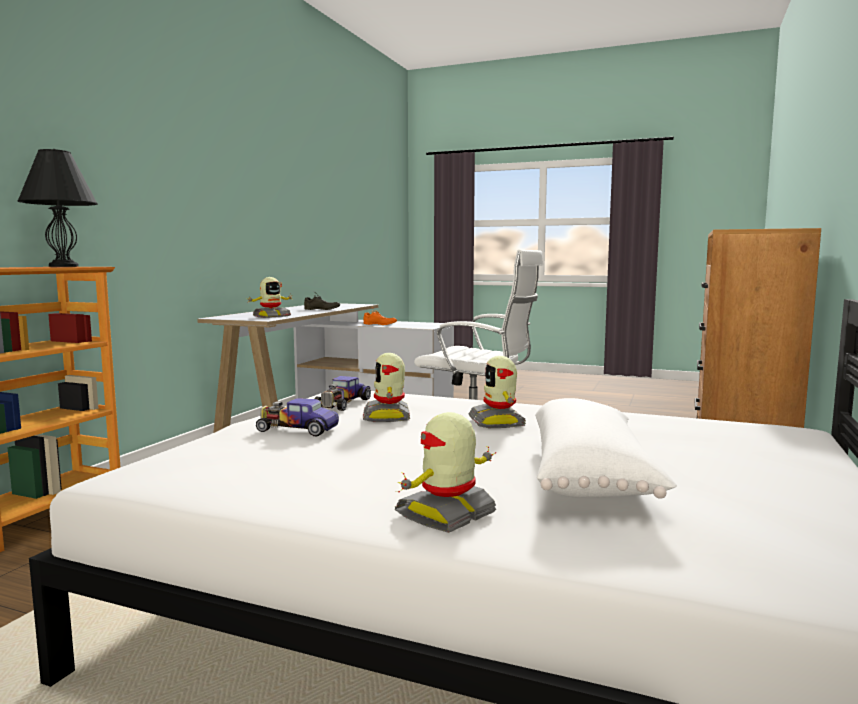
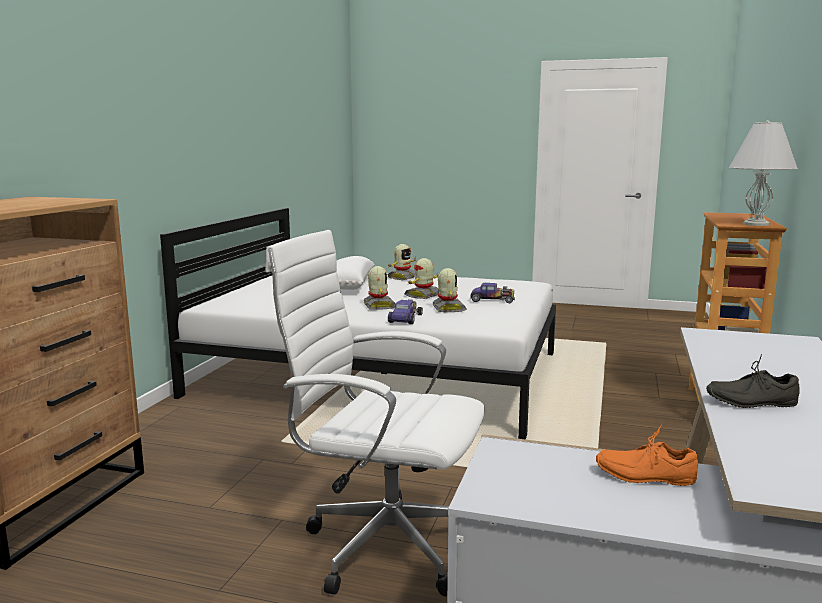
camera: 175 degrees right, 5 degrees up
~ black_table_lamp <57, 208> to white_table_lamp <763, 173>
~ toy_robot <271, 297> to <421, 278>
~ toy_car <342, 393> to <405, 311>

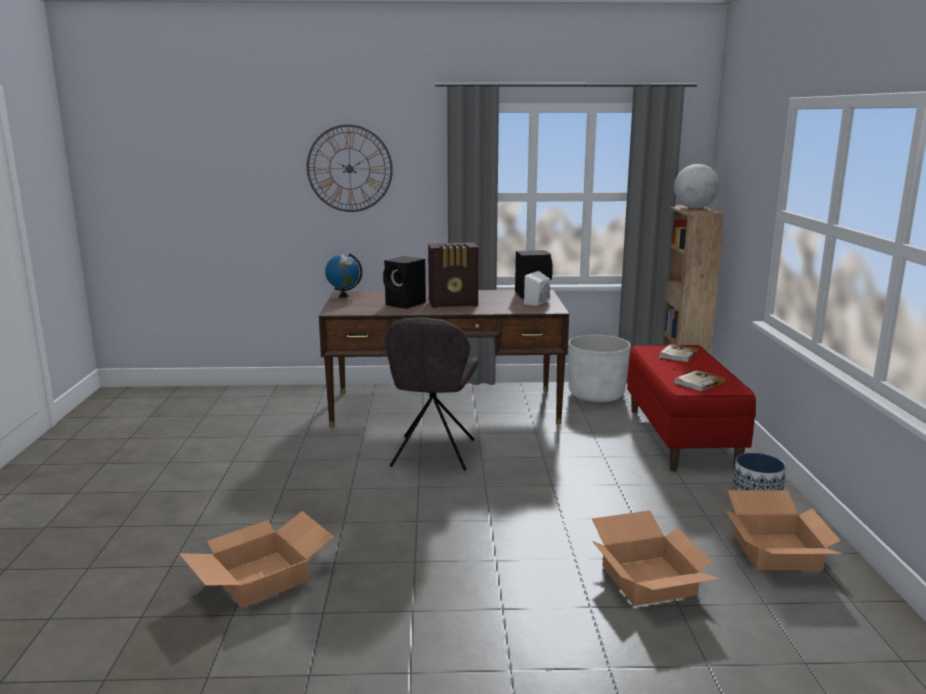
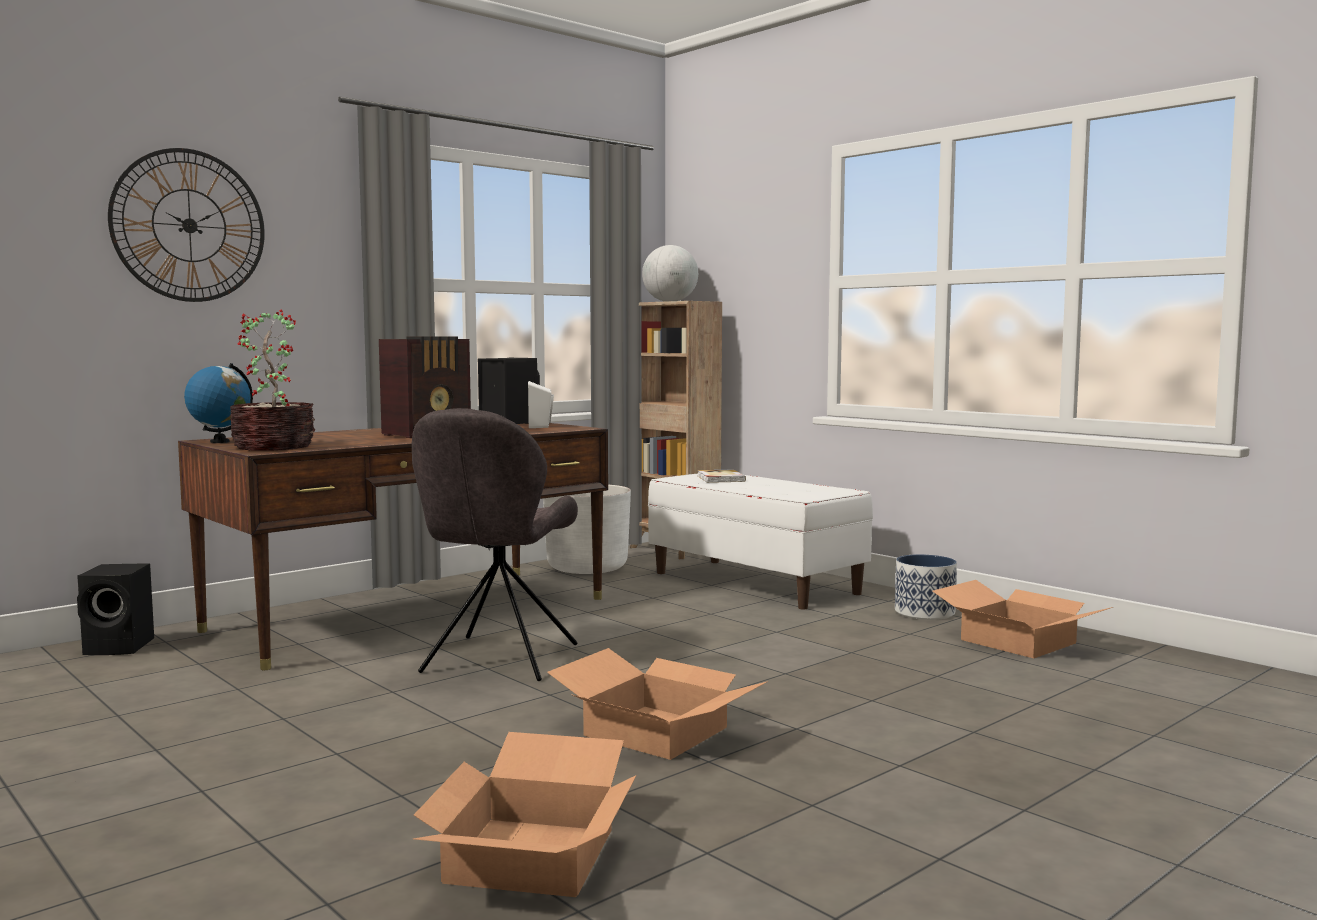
camera: 40 degrees left, 10 degrees down
~ black_speaker <404, 282> to <115, 609>
~ grey_chair <432, 394> = <495, 544> 45 degrees clockwise
~ cardboard_box <656, 558> to <657, 704>
~ red_bench <691, 408> to white_bench <760, 541>
- book <700, 380>
+ potted_plant <272, 380>

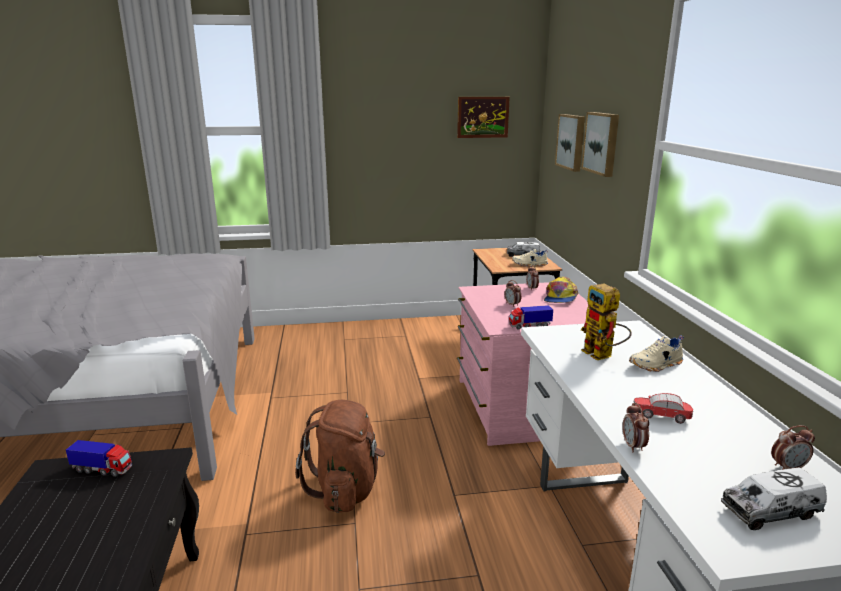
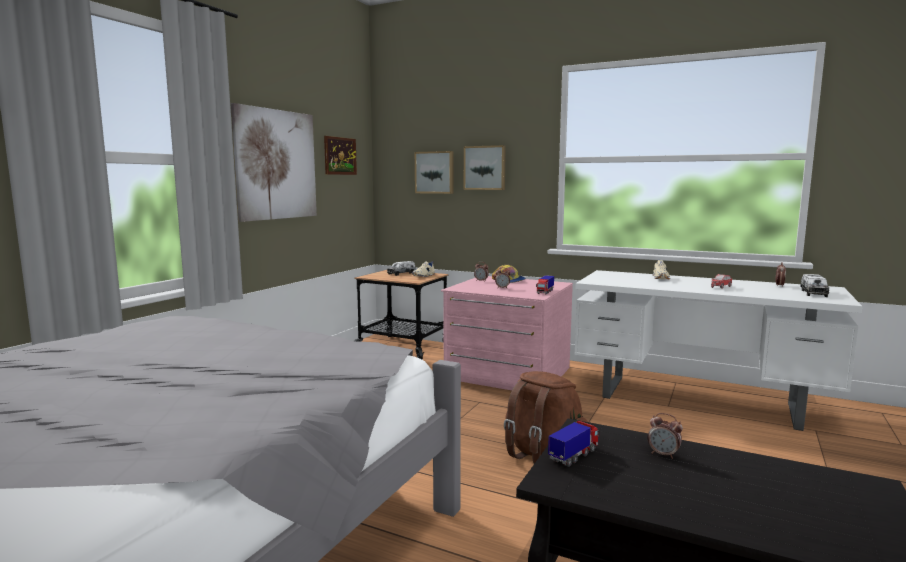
camera: 55 degrees left, 10 degrees down
- toy_robot <606, 321>
~ alarm_clock <635, 428> to <665, 436>
+ picture <274, 162>

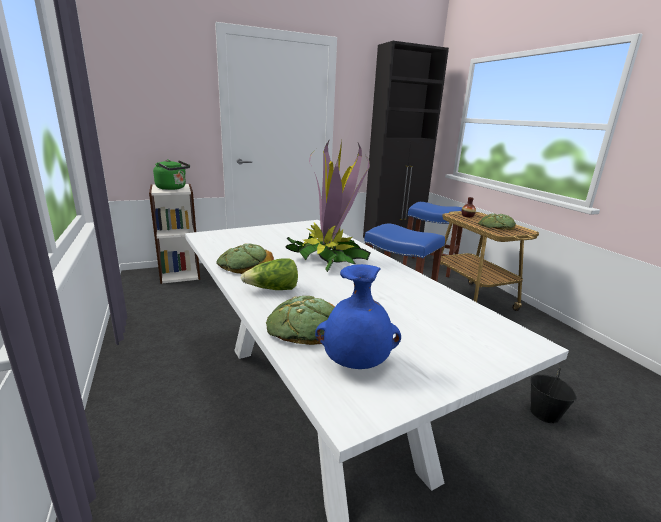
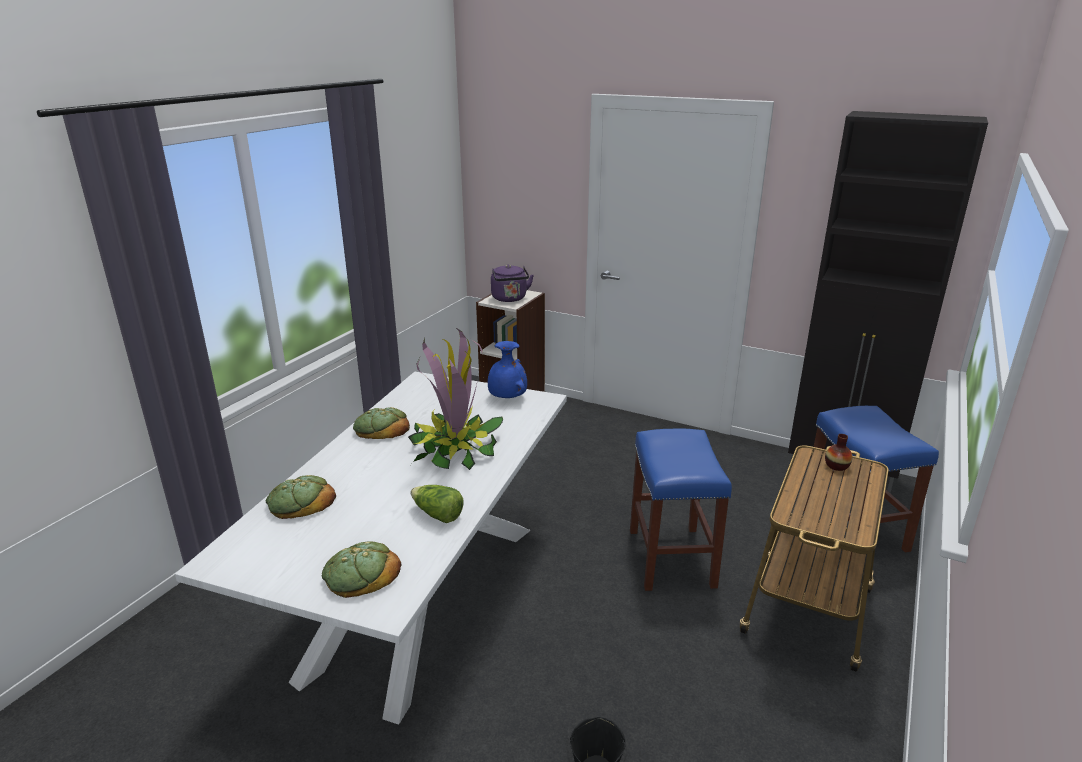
camera: 50 degrees right, 5 degrees up
~ green_kettle <171, 174> to purple_kettle <512, 283>
~ lettuce <269, 274> to <437, 504>
~ blue_vase <358, 316> to <507, 369>
~ bread <497, 221> to <361, 569>

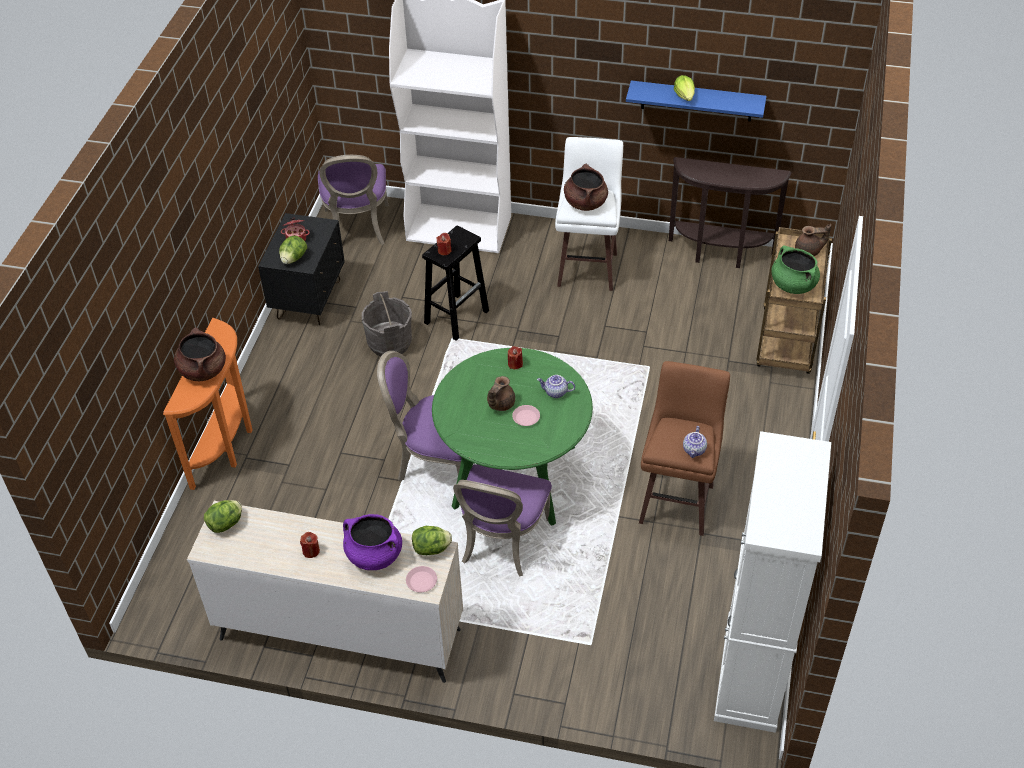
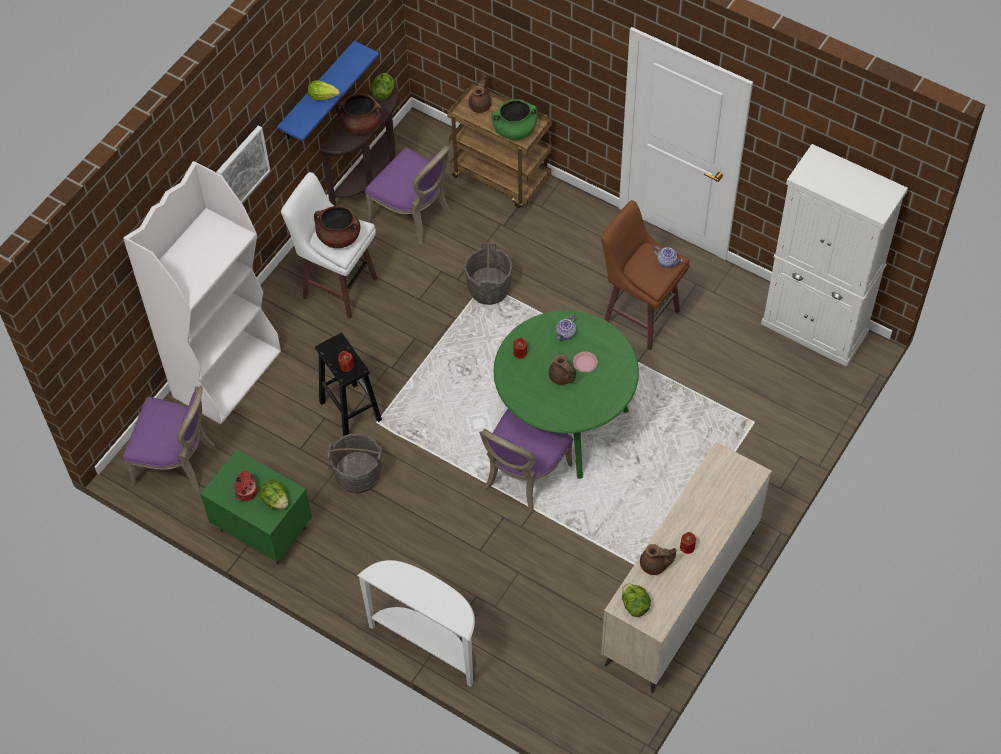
camera: 70 degrees left, 10 degrees up
~ orange_console_table <207, 404> to white_console_table <416, 623>
~ brown_cooking_pot <200, 354> to <359, 114>
~ black_nightstand <301, 269> to green_nightstand <256, 507>
- purple_cooking_pot <372, 542>
- pink_plate <421, 579>
~ lettuce <432, 540> to <383, 86>
~ purple_chair <502, 520> to <408, 195>
+ picture <243, 164>
+ grey_bucket <488, 273>
+ brown_teapot <658, 559>

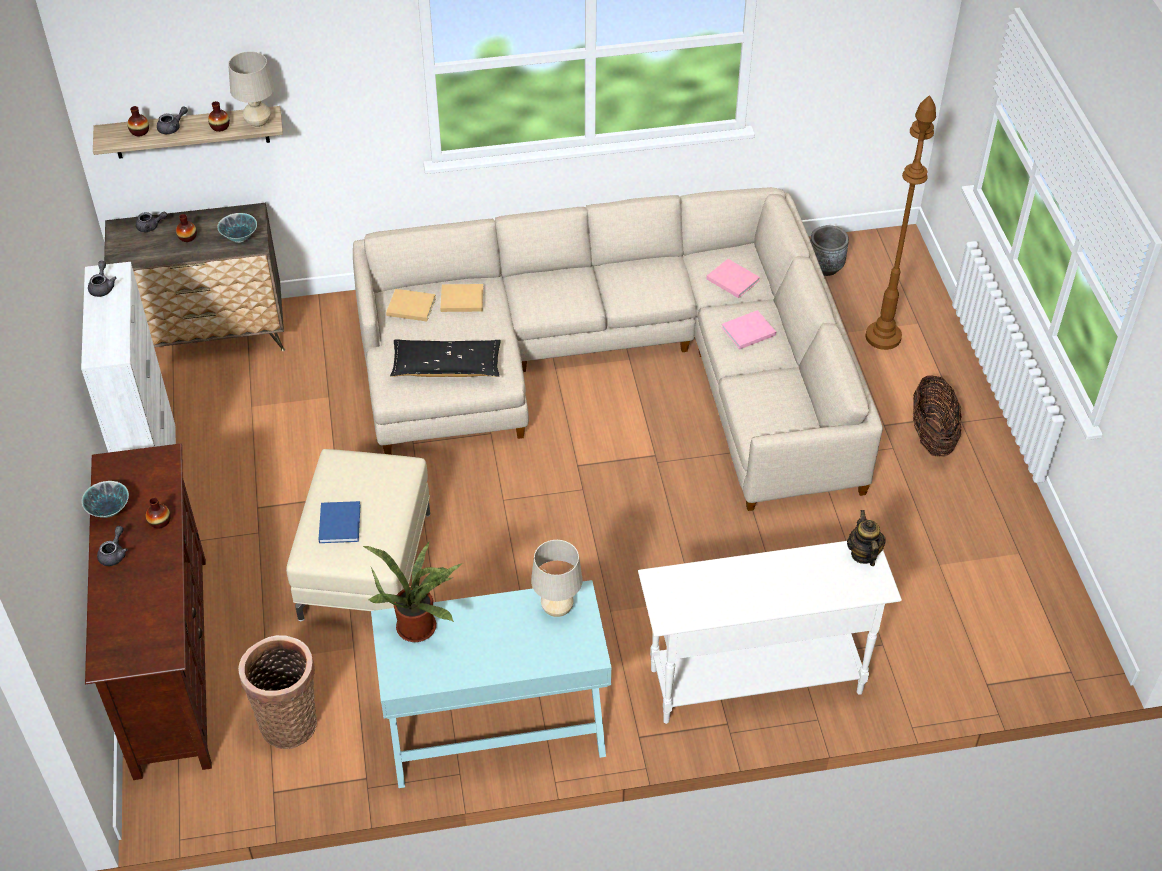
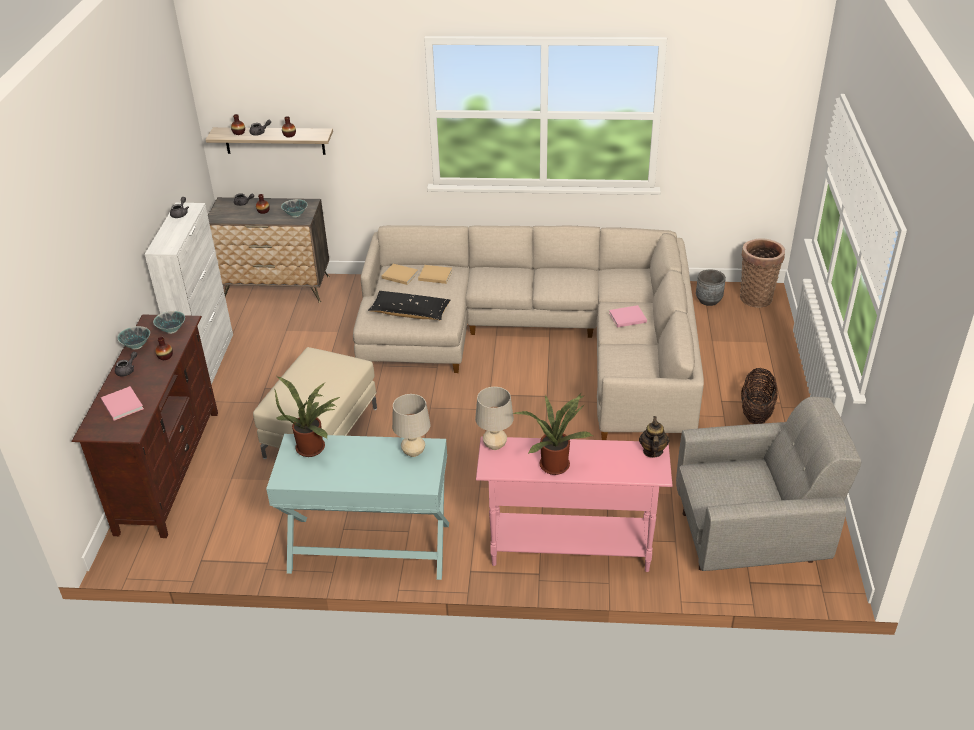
camera: 15 degrees right, 10 degrees down
~ beige_table_lamp <251, 89> to <494, 418>
~ basket <277, 692> to <762, 273>
- blue_book <339, 522>
~ white_console_table <770, 632> to pink_console_table <574, 504>
~ pink_book <733, 278> to <122, 403>
- brown_floor_lamp <901, 222>
+ bowl <169, 322>
+ potted_plant <553, 434>
+ grey_armchair <768, 484>

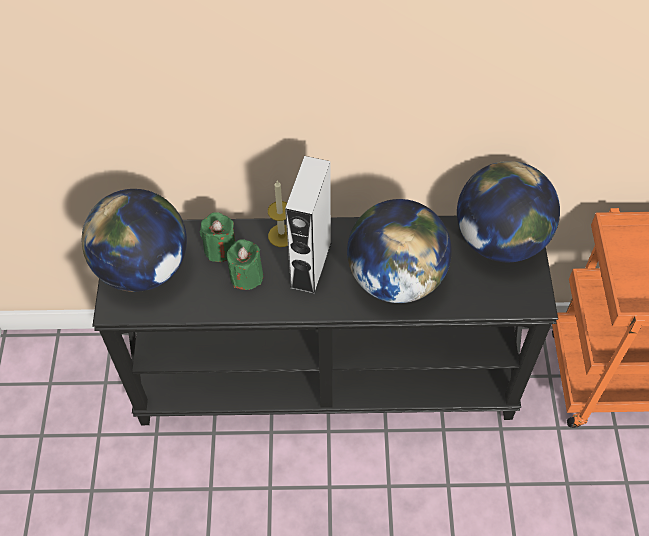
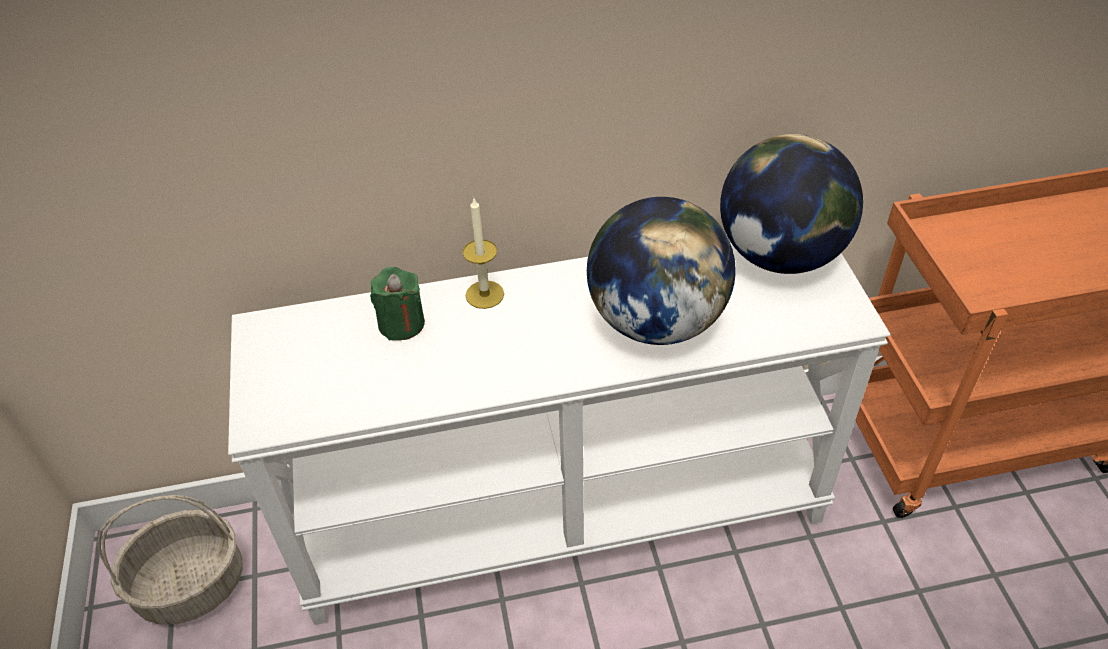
camera: 10 degrees left, 10 degrees down
- globe <134, 240>
~ black_console_table <325, 320> to white_console_table <559, 429>
- green_candle <245, 264>
- grey_speaker <308, 225>
+ basket <170, 560>

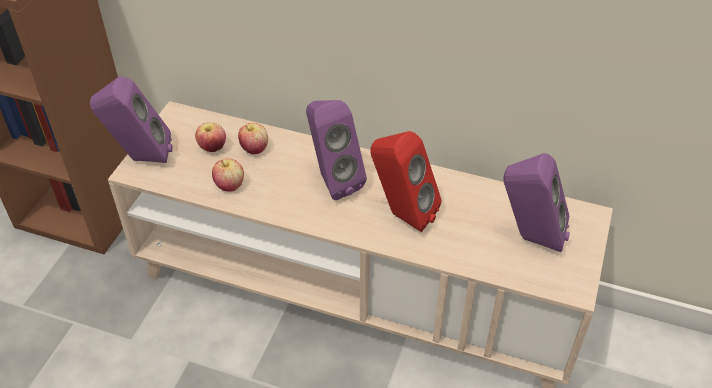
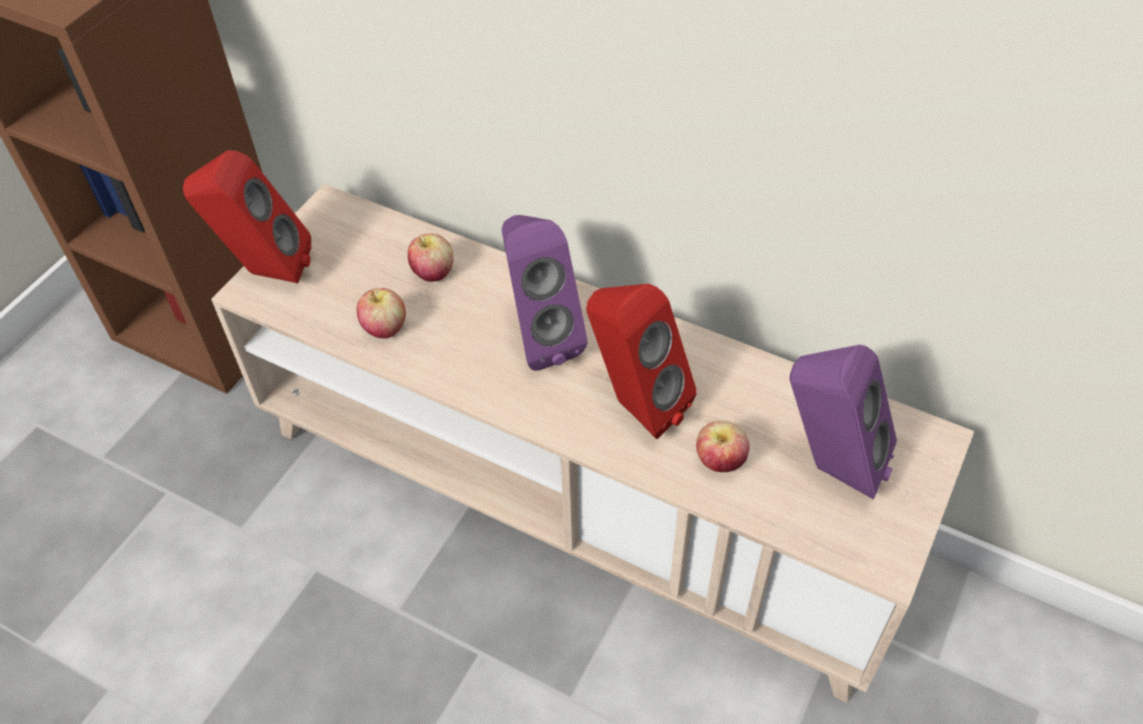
camera: 10 degrees right, 5 degrees up
~ purple_speaker <131, 120> to red_speaker <247, 216>
~ apple <210, 137> to <723, 446>

